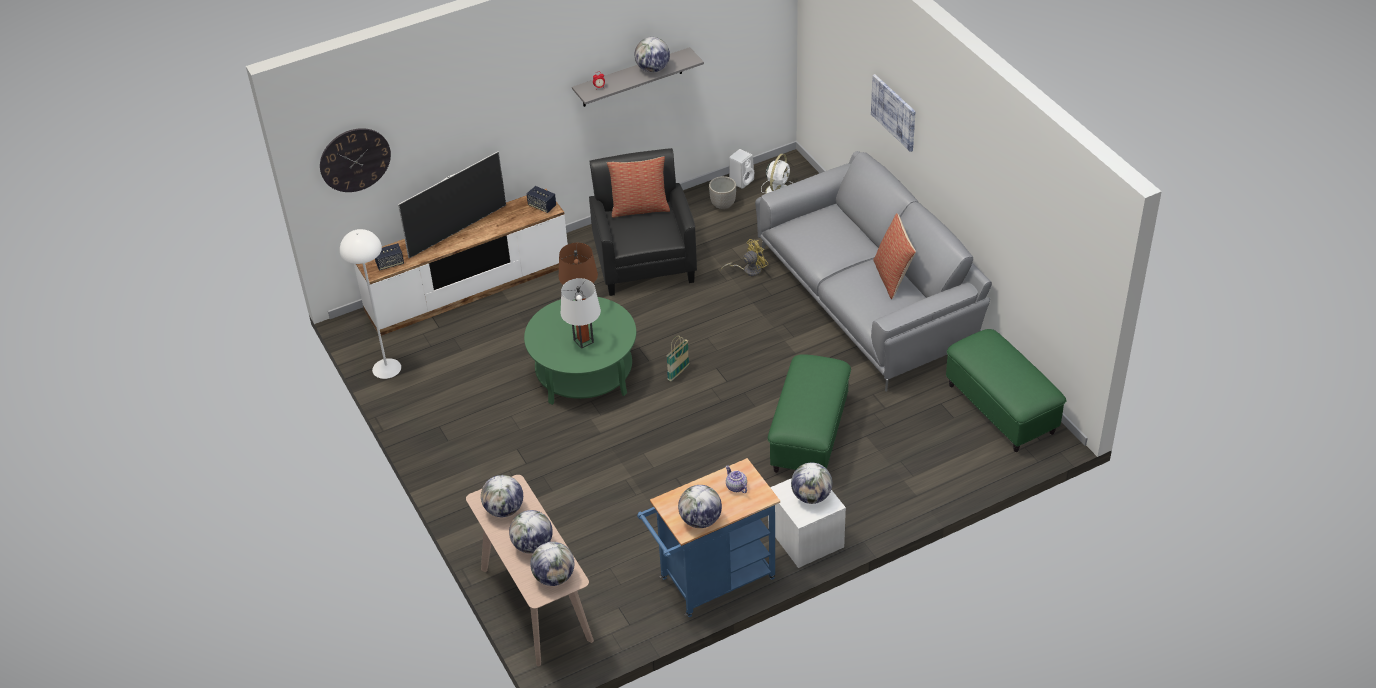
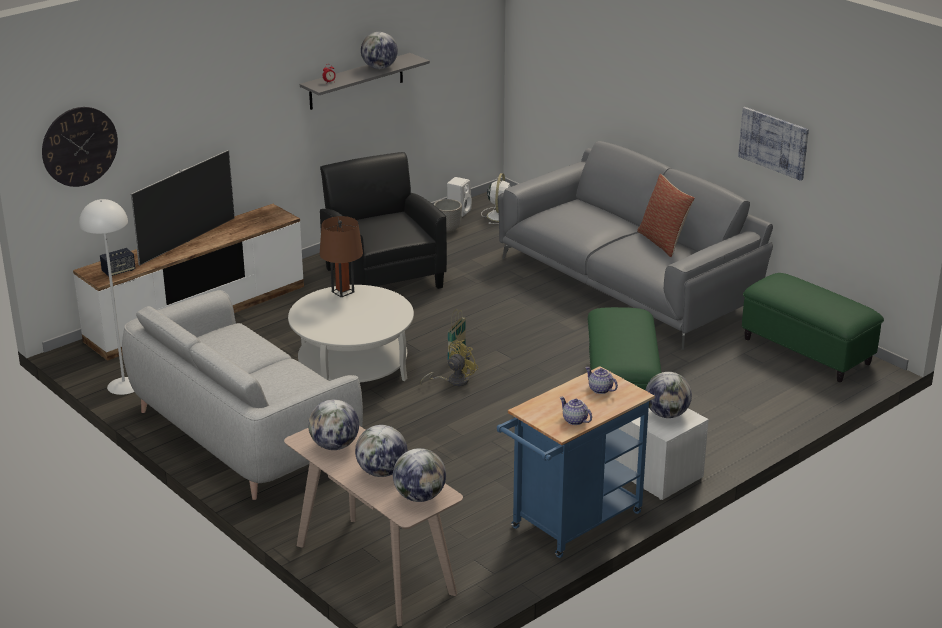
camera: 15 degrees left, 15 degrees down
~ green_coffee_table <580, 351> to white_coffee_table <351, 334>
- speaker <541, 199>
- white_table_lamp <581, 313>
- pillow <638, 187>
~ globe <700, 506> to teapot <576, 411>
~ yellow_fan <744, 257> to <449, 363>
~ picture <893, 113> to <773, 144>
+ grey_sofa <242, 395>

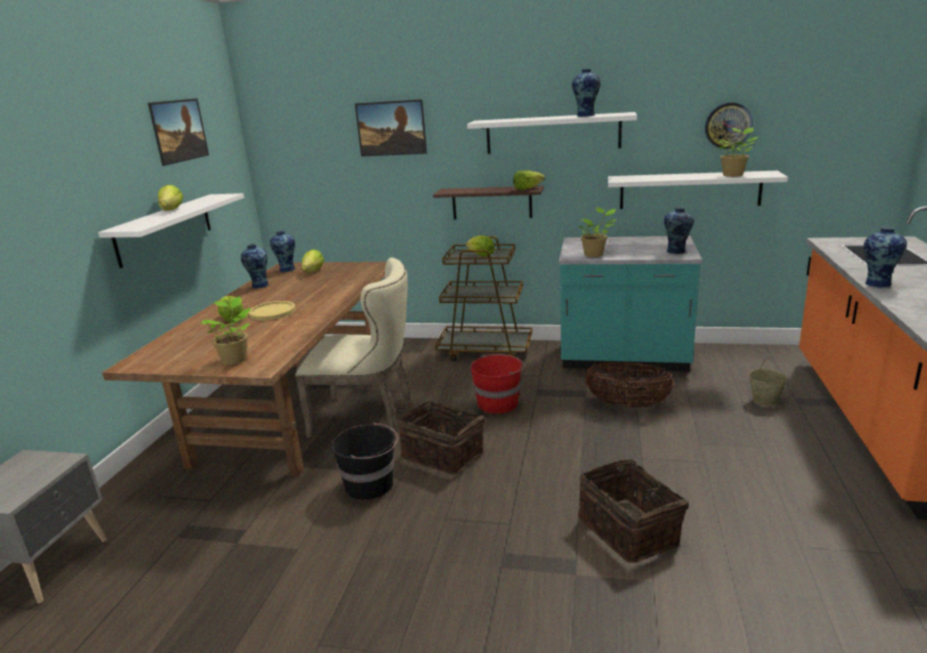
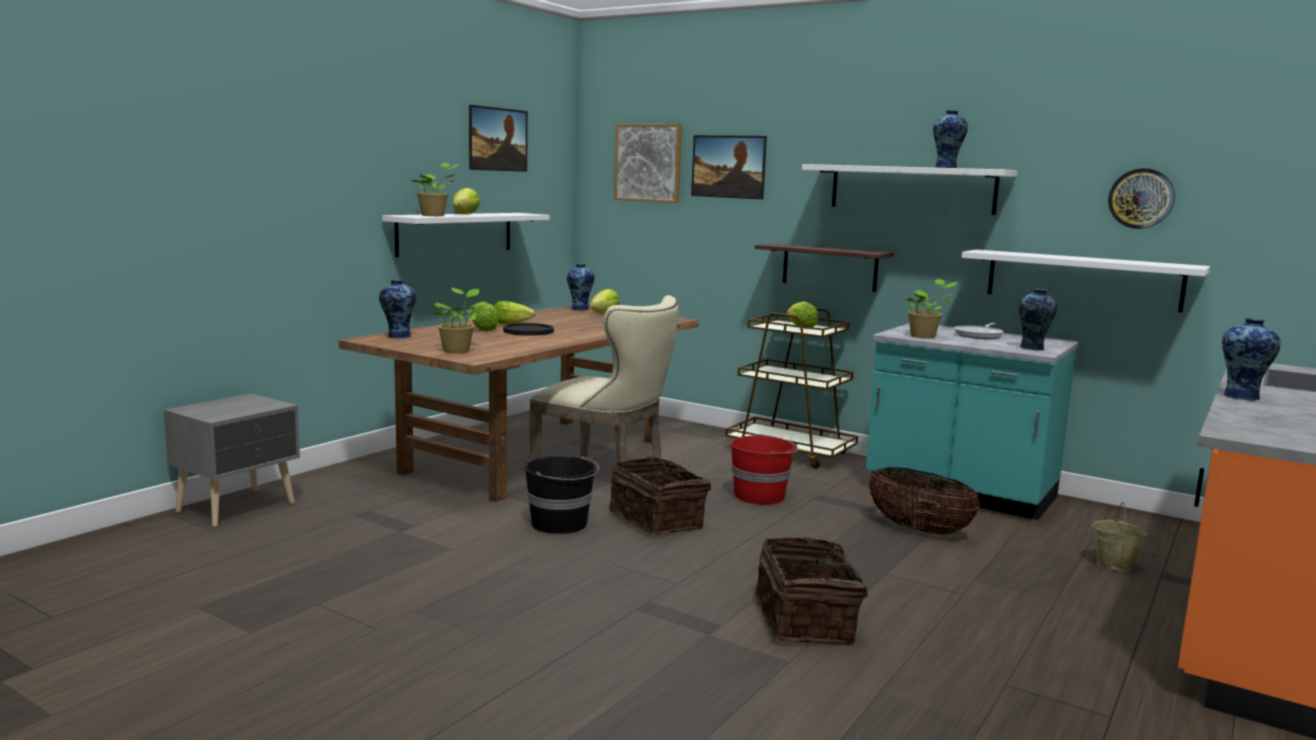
camera: 20 degrees right, 10 degrees down
~ vase <255, 266> to <397, 309>
~ yellow_plate <272, 311> to black_plate <528, 329>
~ lettuce <529, 180> to <514, 312>
~ potted_plant <737, 152> to <434, 189>
+ picture <648, 163>
+ frying_pan <978, 331>

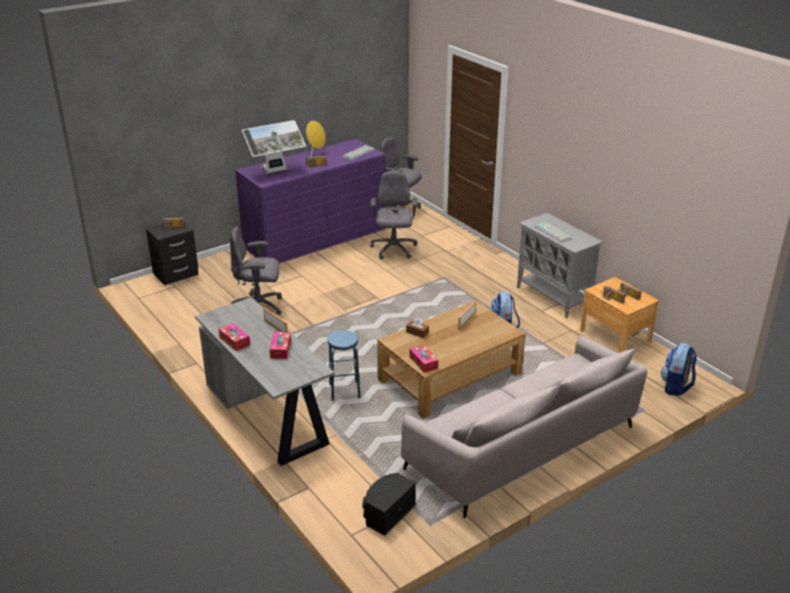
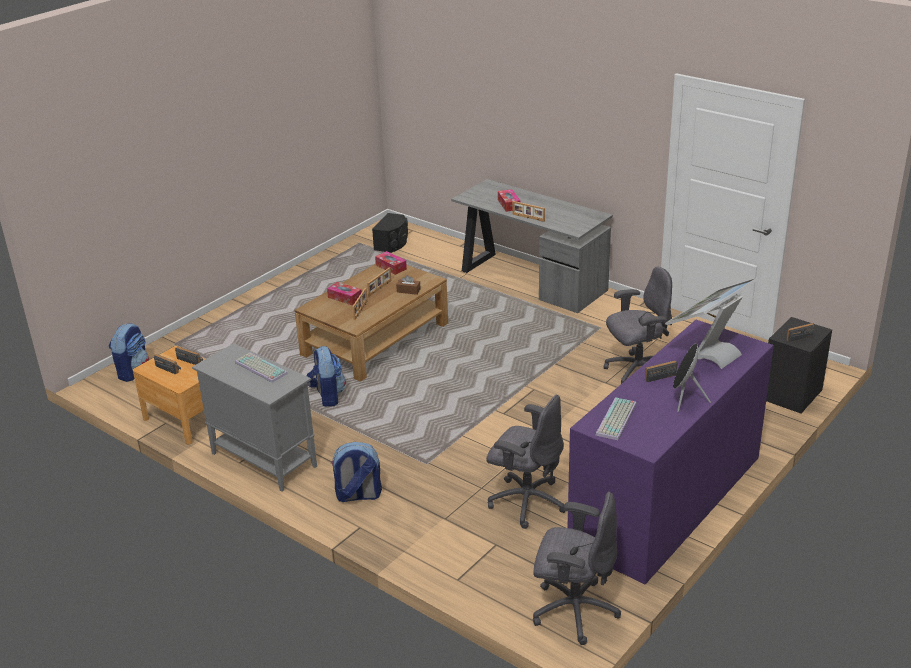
camera: 165 degrees right, 0 degrees up
~ tissue_box <234, 337> to <344, 293>
~ yellow_speaker <314, 139> to black_speaker <692, 377>
- blue_stool <344, 365>
~ grey_office_chair <393, 215> = <525, 462> 45 degrees counterclockwise
- grey_sofa <524, 426>
+ backpack <356, 472>
+ picture_frame <379, 282>

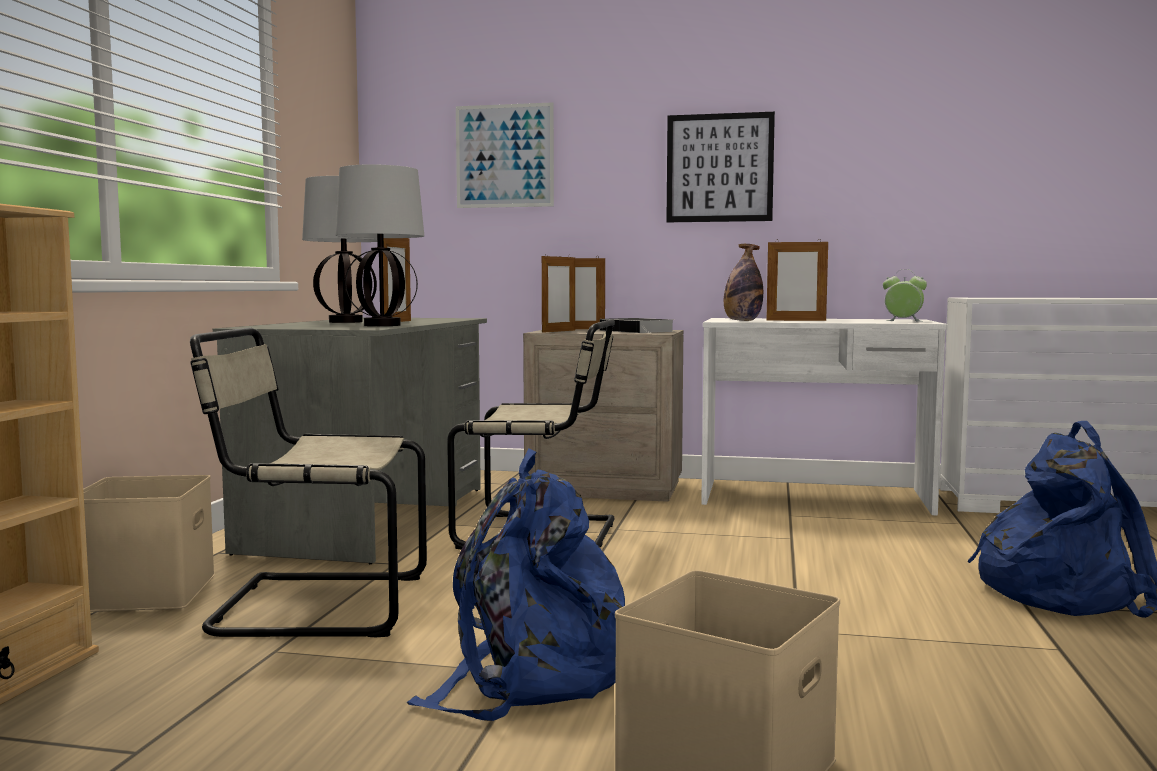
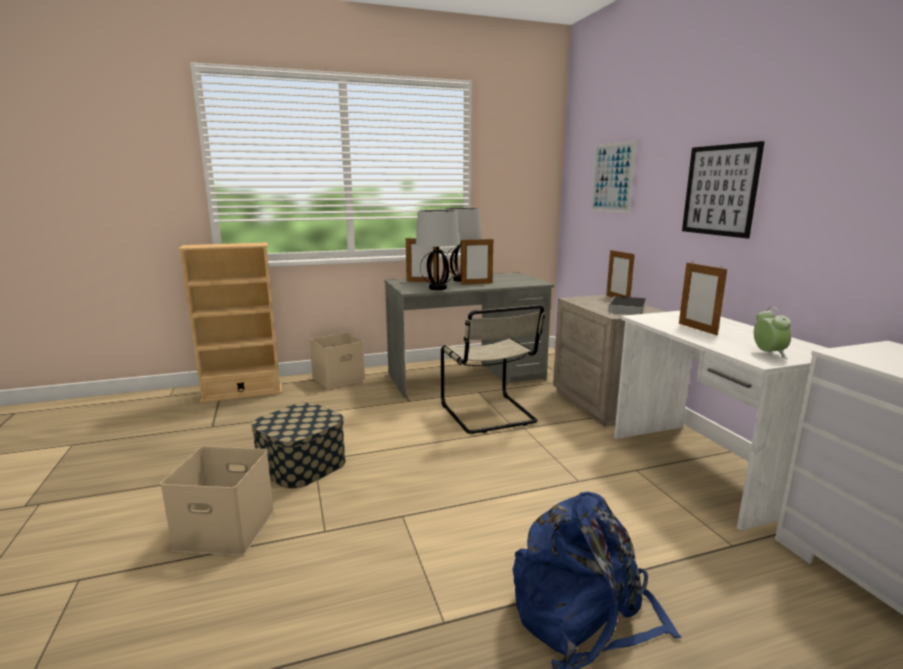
camera: 60 degrees right, 10 degrees up
- beige_chair <308, 482>
~ blue_backpack <516, 584> to storage_box <298, 445>
~ picture_frame <558, 294> to <421, 260>
- bottle <743, 282>

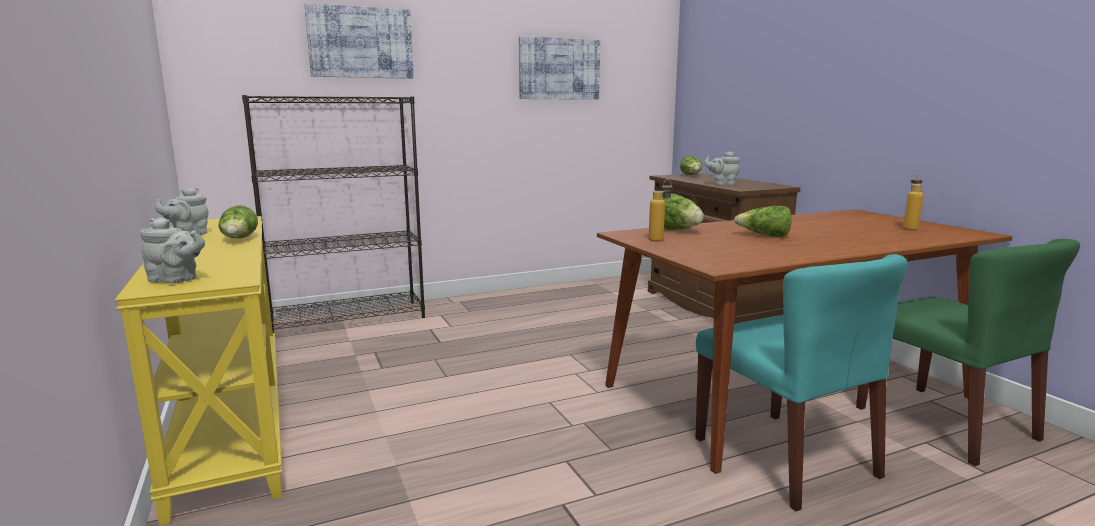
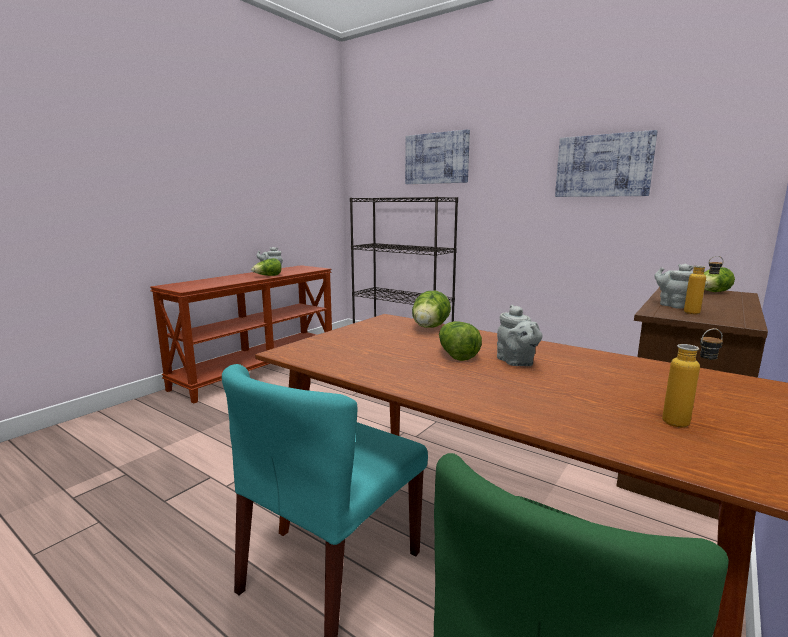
camera: 60 degrees right, 0 degrees up
~ yellow_console_table <198, 371> to brown_console_table <241, 334>
~ grey_teapot <172, 250> to <519, 335>
~ bottle <660, 210> to <704, 285>

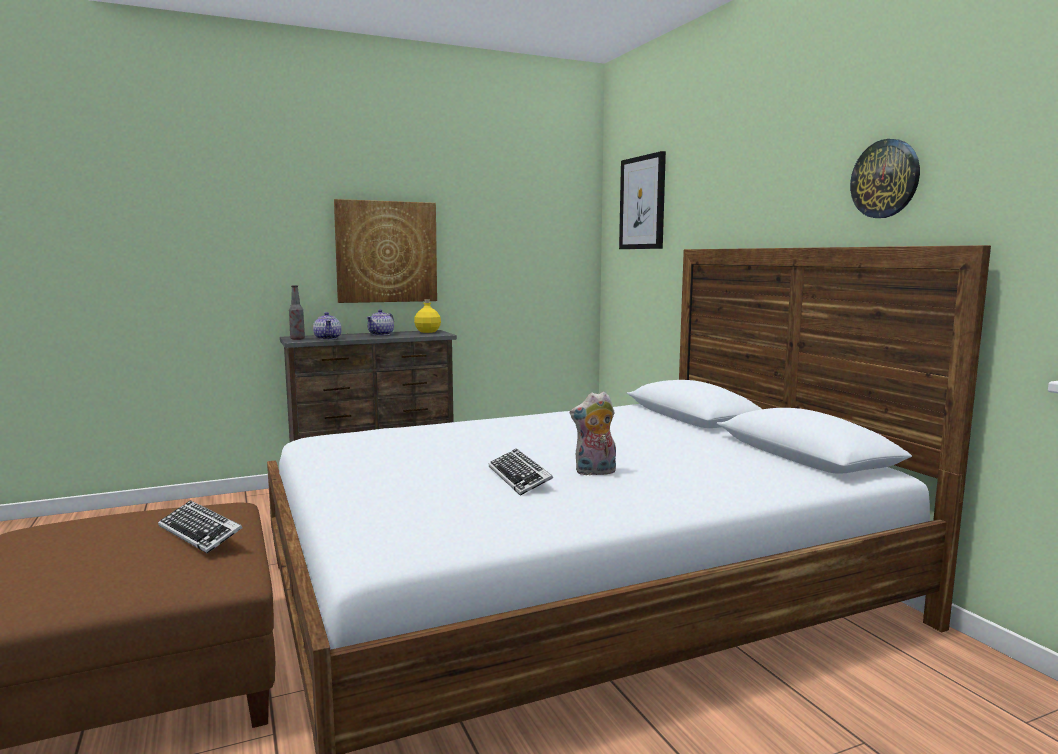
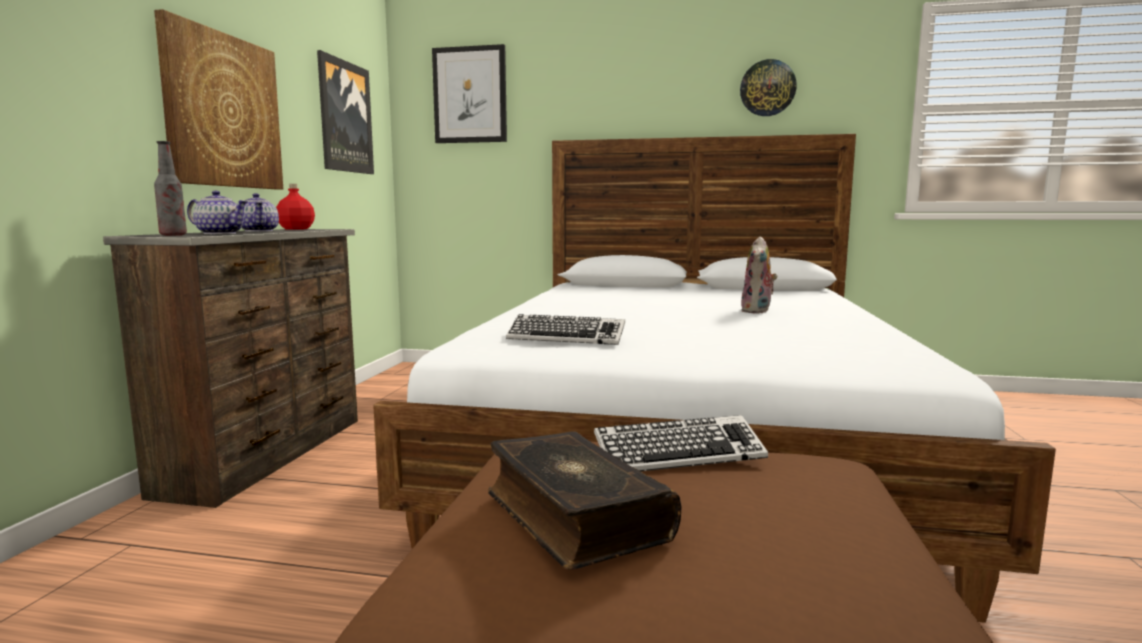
camera: 55 degrees left, 0 degrees up
~ yellow_bottle <427, 316> to red_bottle <295, 207>
~ keyboard <521, 472> to <565, 329>
+ picture <345, 112>
+ book <585, 500>

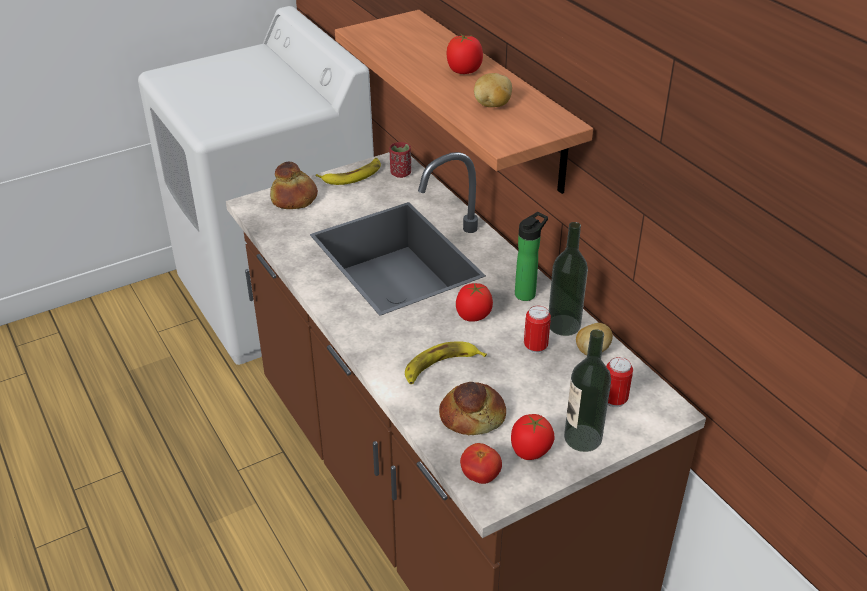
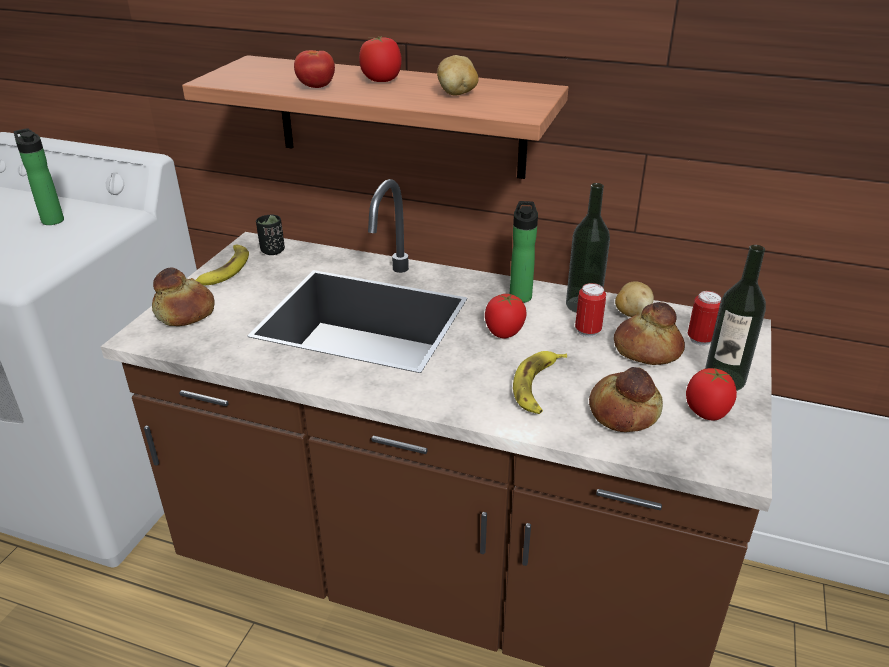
camera: 40 degrees left, 5 degrees down
~ red_cup <400, 160> to black_cup <270, 234>
~ tomato <481, 463> to <314, 69>
+ bottle <39, 176>
+ bread <649, 333>

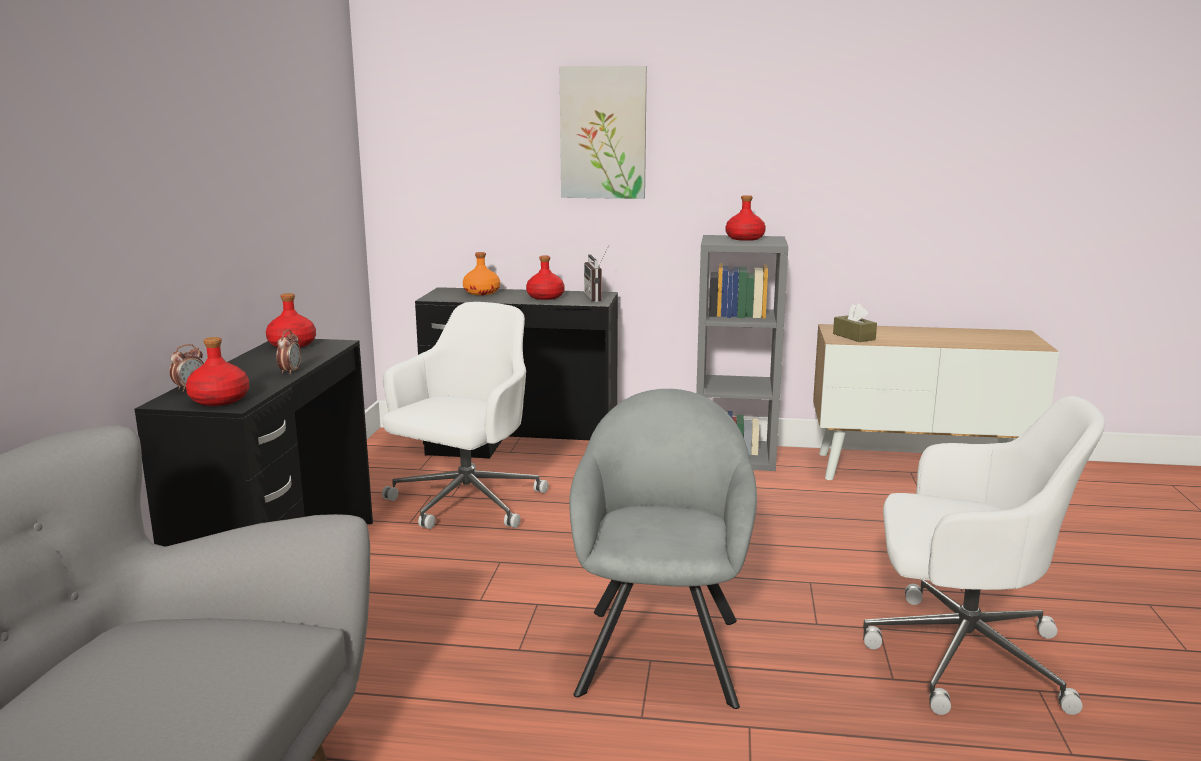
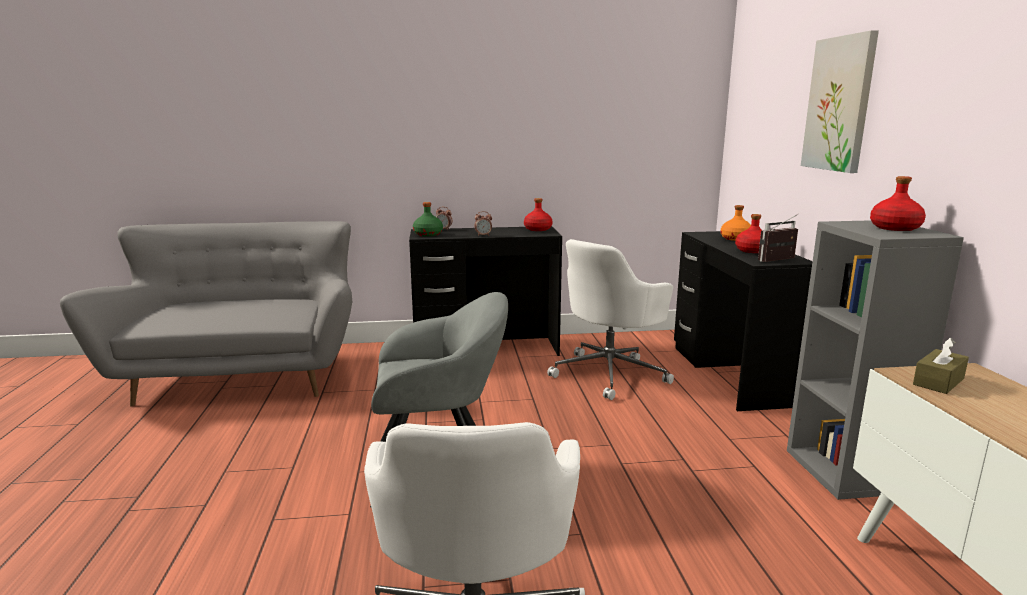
camera: 75 degrees right, 0 degrees up
~ red_bottle <217, 371> to green_bottle <428, 219>
~ white_office_chair <465, 415> = <610, 319> 120 degrees clockwise

